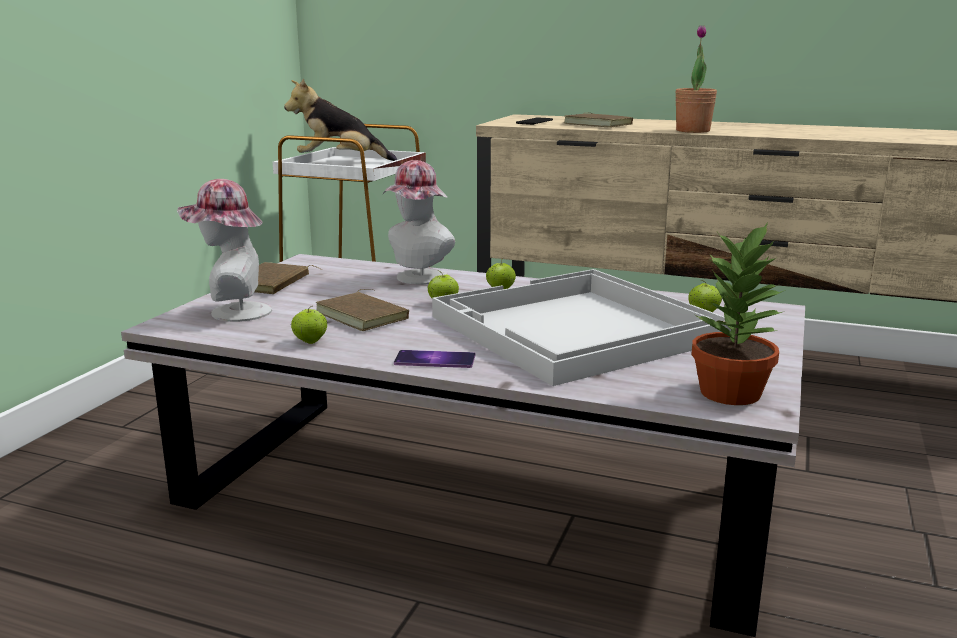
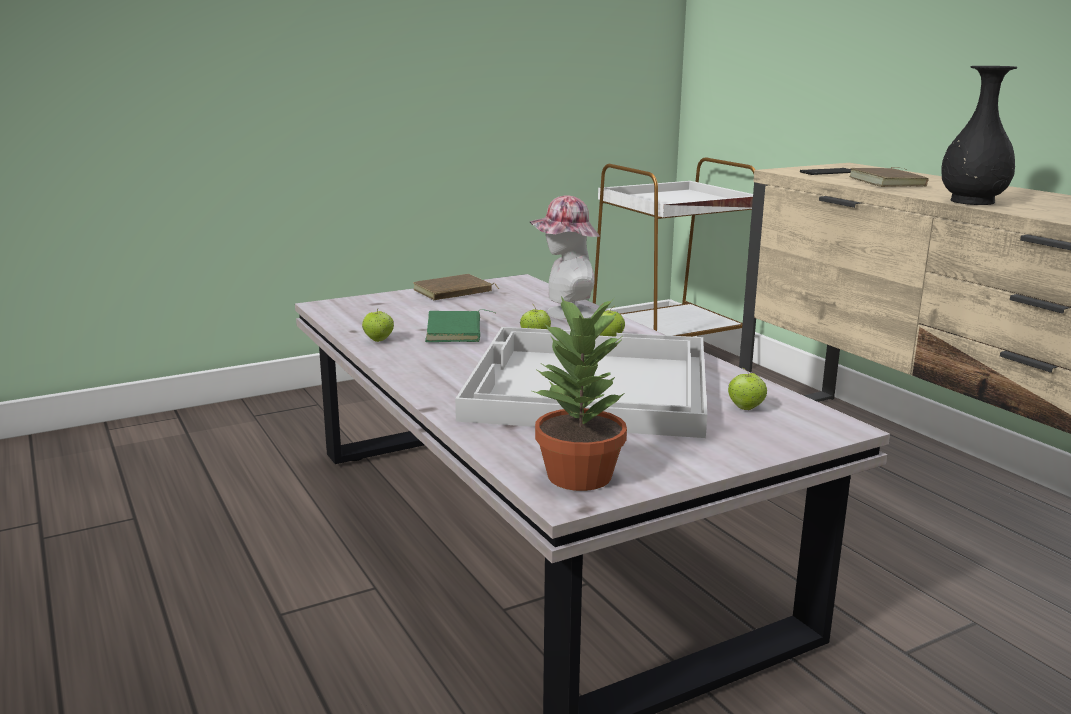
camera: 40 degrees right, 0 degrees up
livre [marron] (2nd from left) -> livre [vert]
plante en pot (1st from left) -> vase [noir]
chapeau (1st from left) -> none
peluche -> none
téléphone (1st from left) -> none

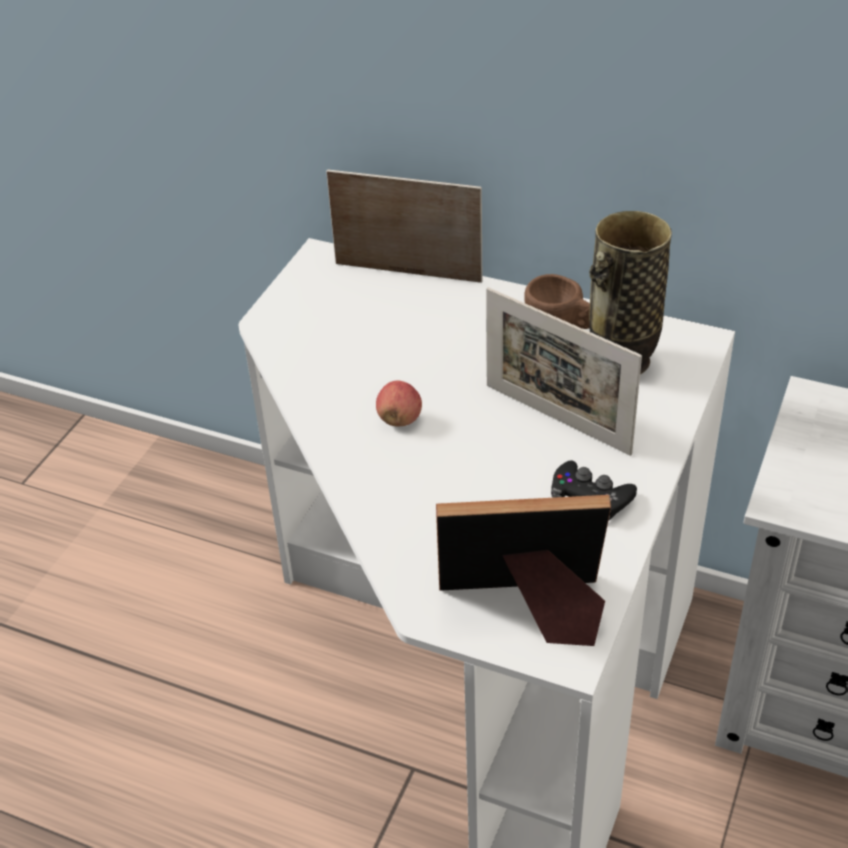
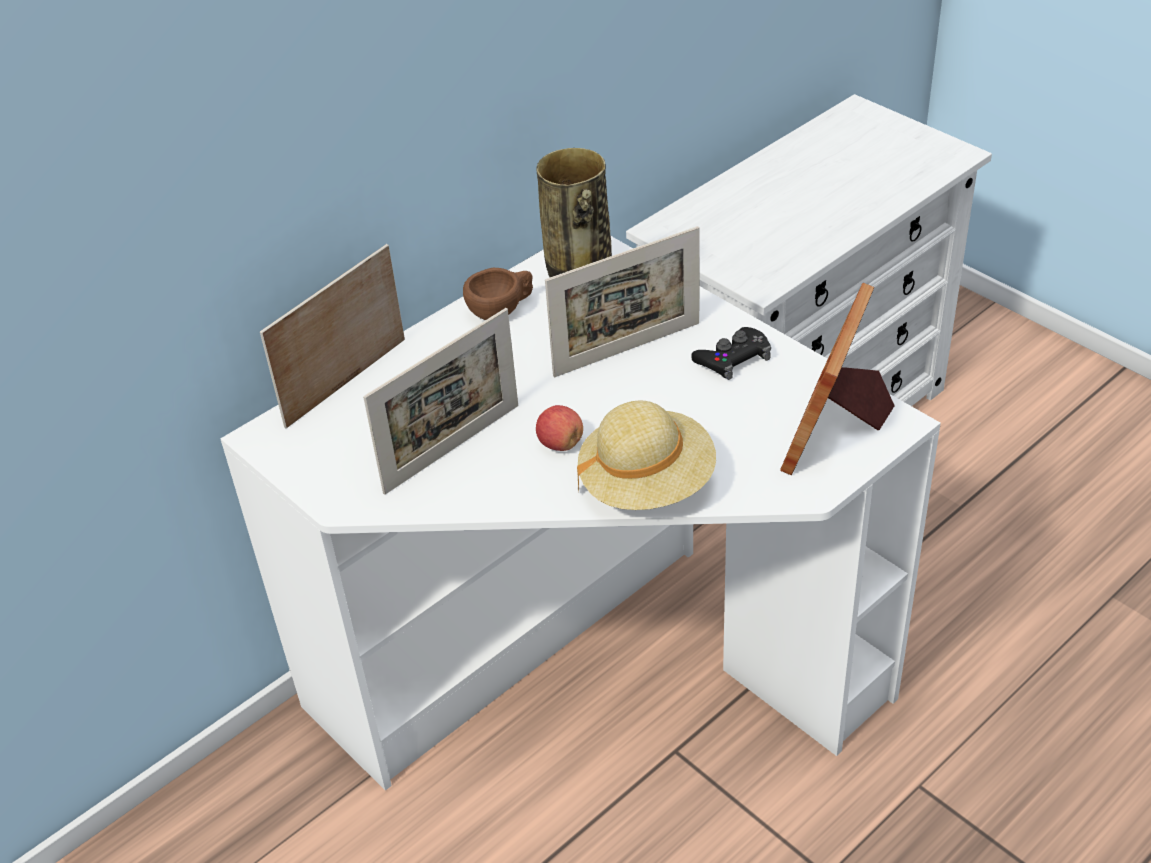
camera: 65 degrees left, 0 degrees up
none -> cadre photo (2nd from left)
none -> chapeau [beige]

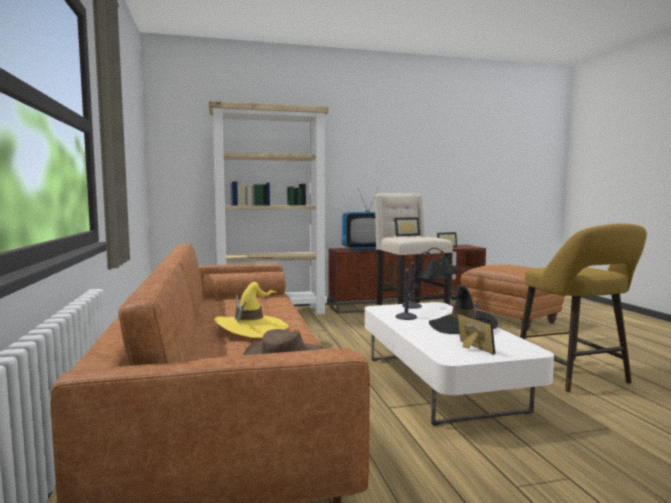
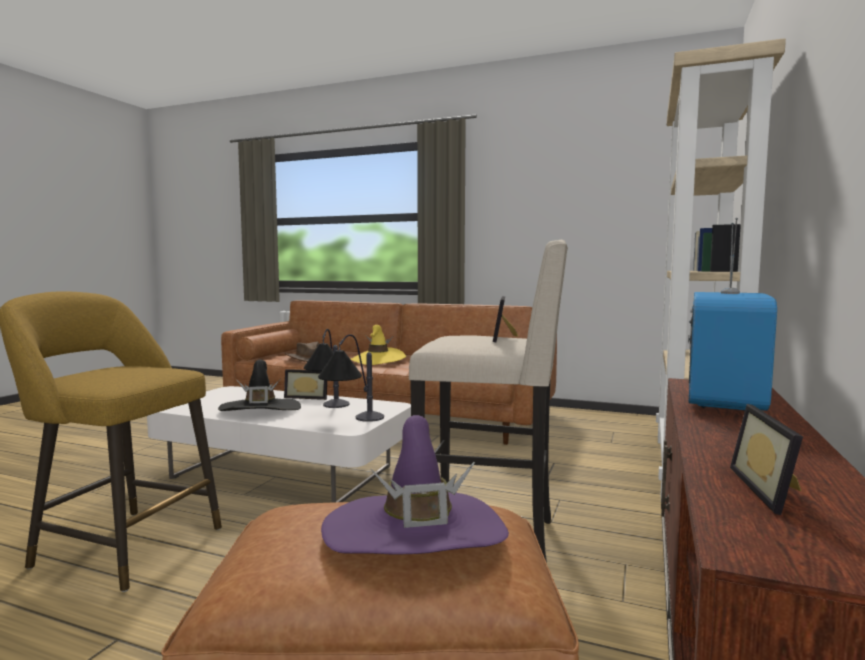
camera: 125 degrees right, 0 degrees up
cadre photo (3rd from left in the first image) -> cadre photo (1st from left), move
none -> chapeau [violet]

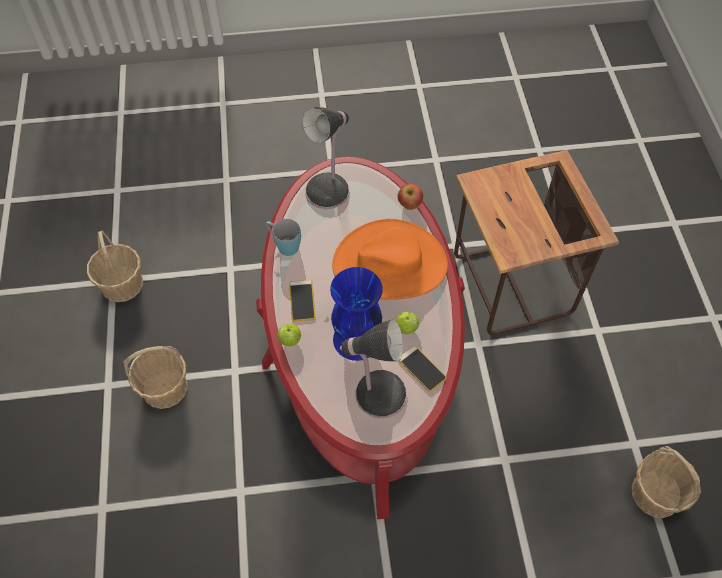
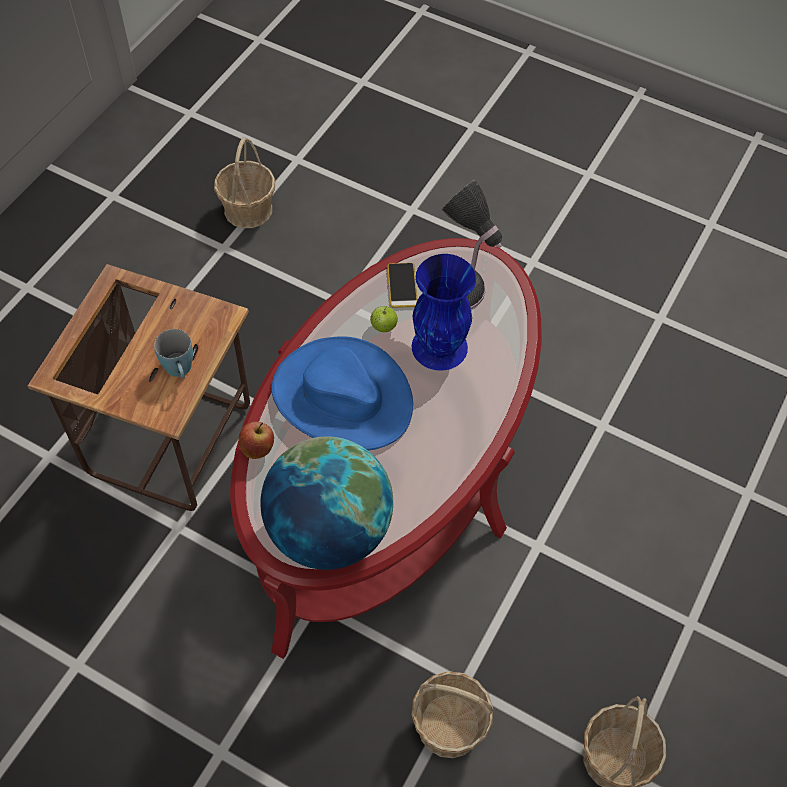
camera: 145 degrees left, 0 degrees up
mug [bleu], move
lampe de table (1st from left) -> globe
chapeau [orange] -> chapeau [bleu]
panier (2nd from left), move
pomme (1st from left) -> none
téléphone (1st from left) -> none

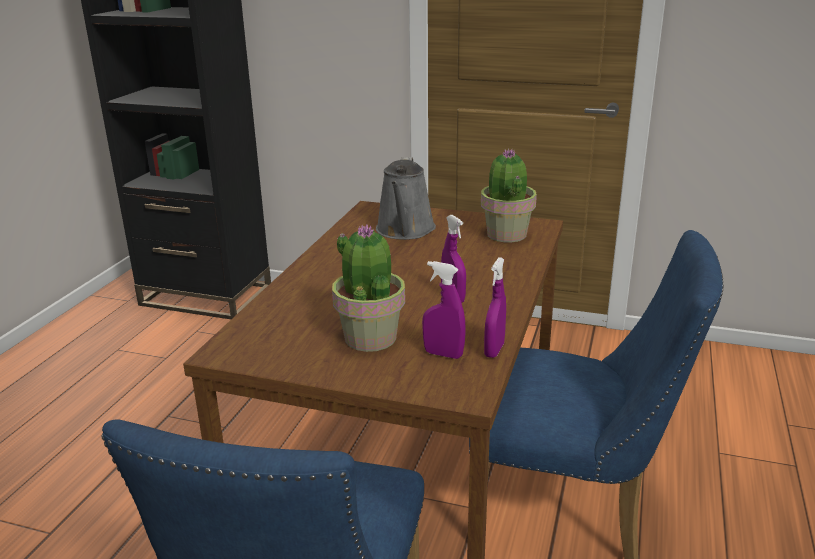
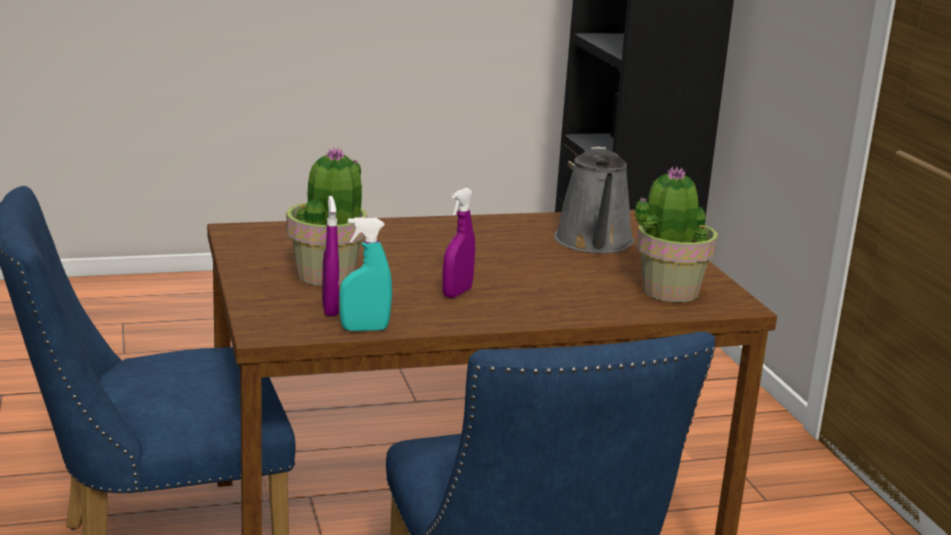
camera: 55 degrees right, 5 degrees down
vaporisateur [violet] (3rd from left) -> vaporisateur [turquoise]
arrosoir [gris], 60 degrees counterclockwise

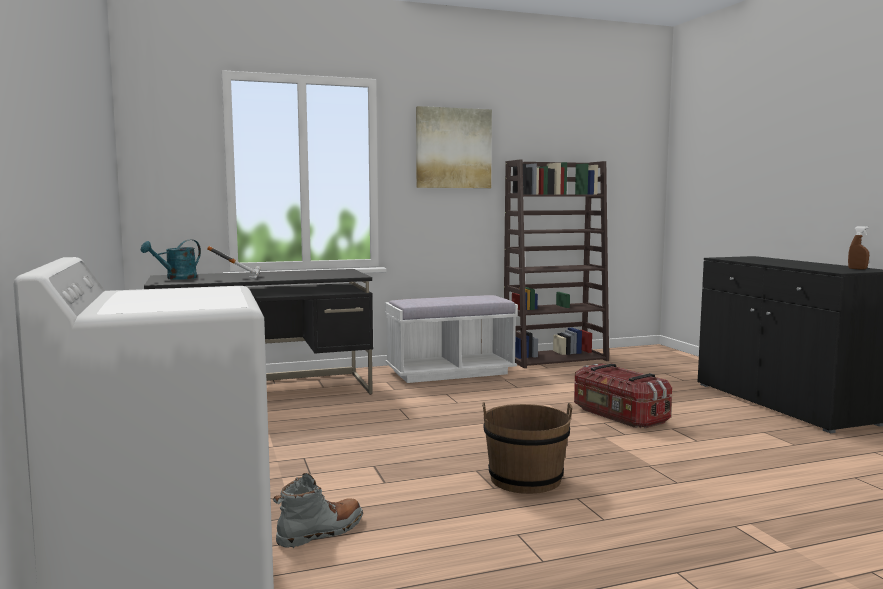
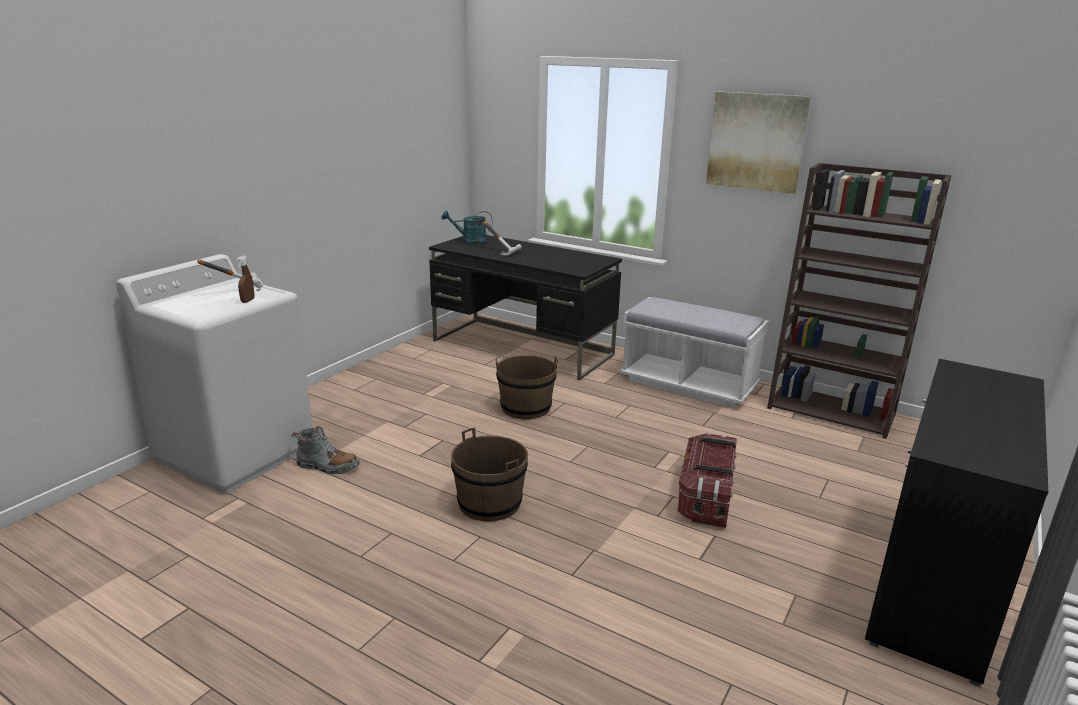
camera: 50 degrees right, 15 degrees up
none -> marteau (1st from left)
vaporisateur [marron], move
none -> seau [marron] (2nd from left)

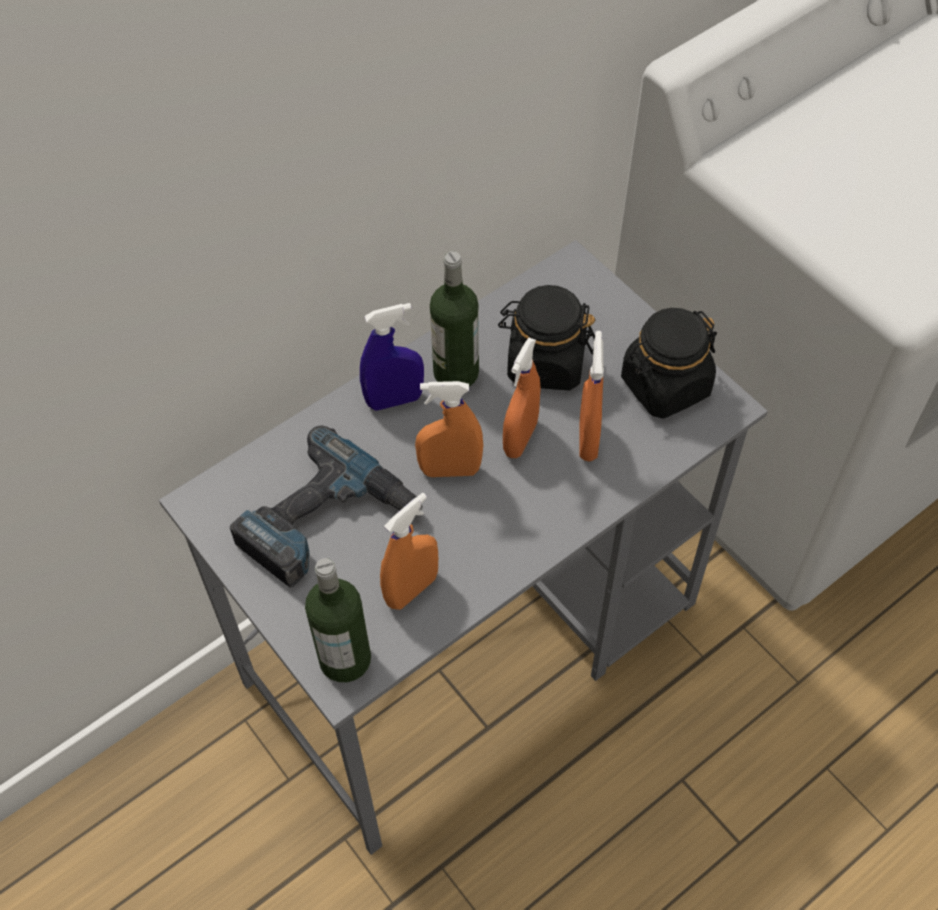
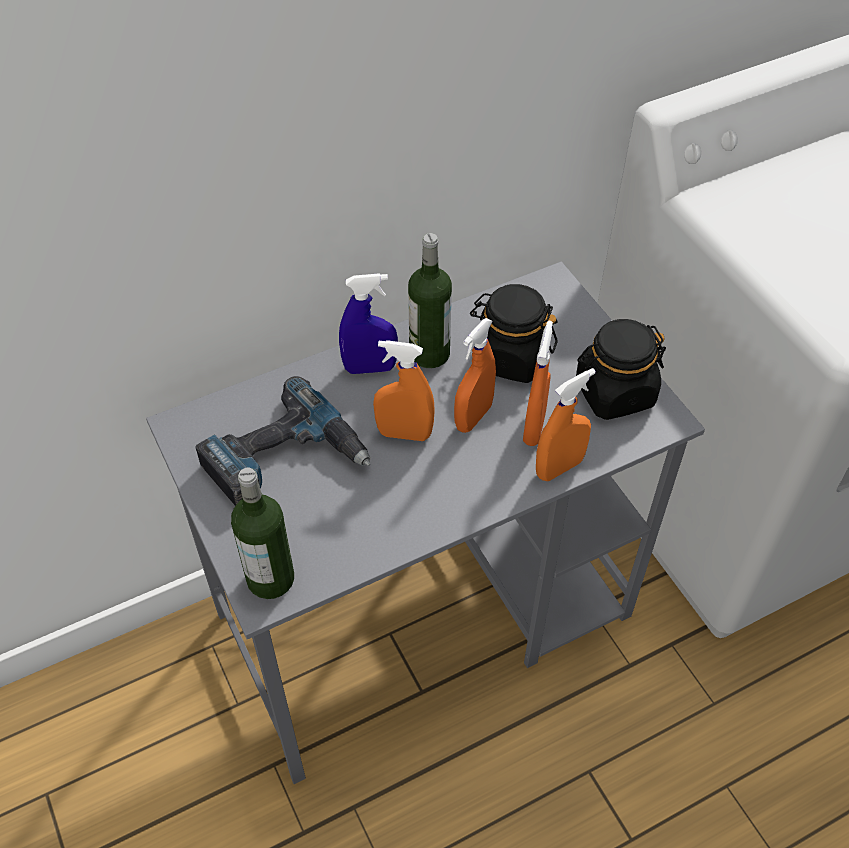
camera: 10 degrees right, 5 degrees down
vaporisateur [orange] (1st from left in the first image) -> vaporisateur [orange] (4th from left), move

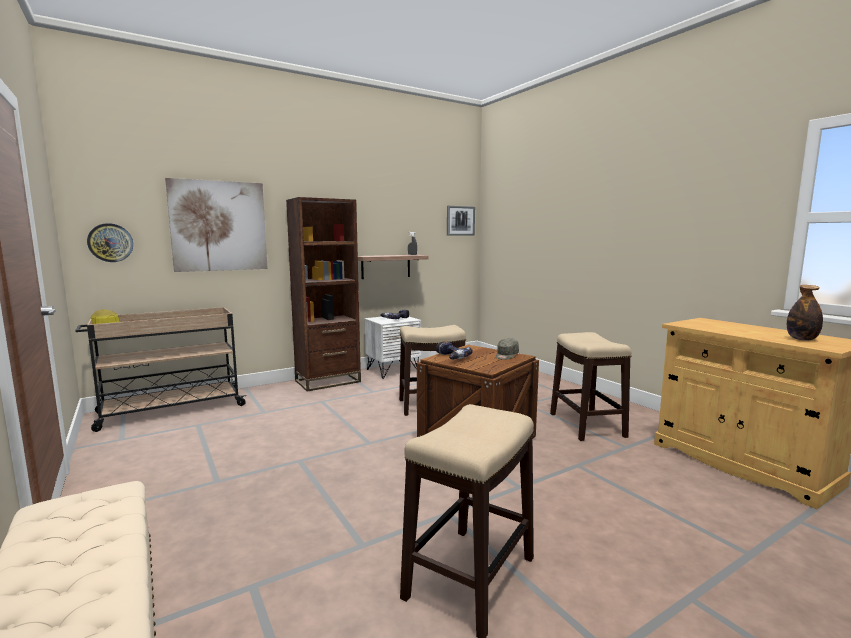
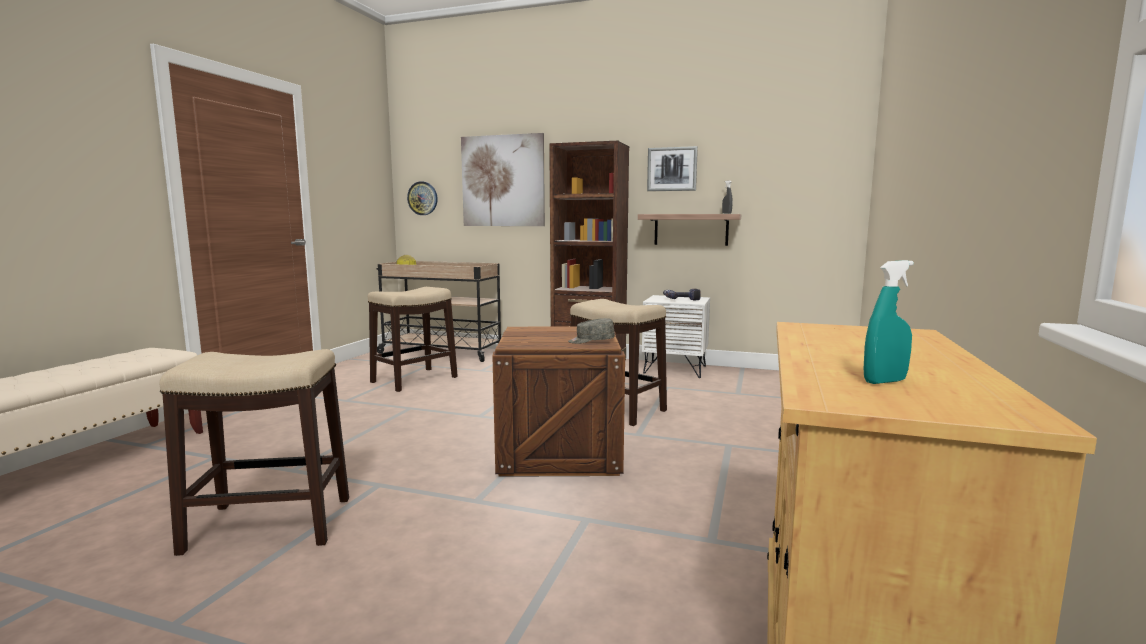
camera: 50 degrees right, 0 degrees up
tabouret (3rd from left in the first image) -> tabouret (2nd from left), move
tableau (2nd from left), move
bouteille -> vaporisateur [turquoise]
perceuse (2nd from left) -> none

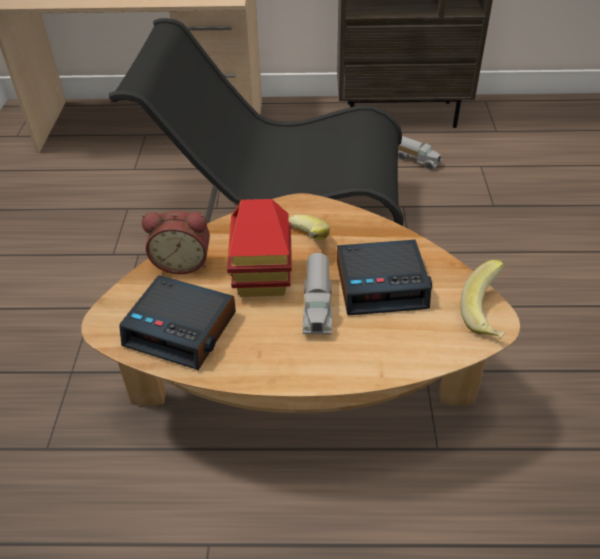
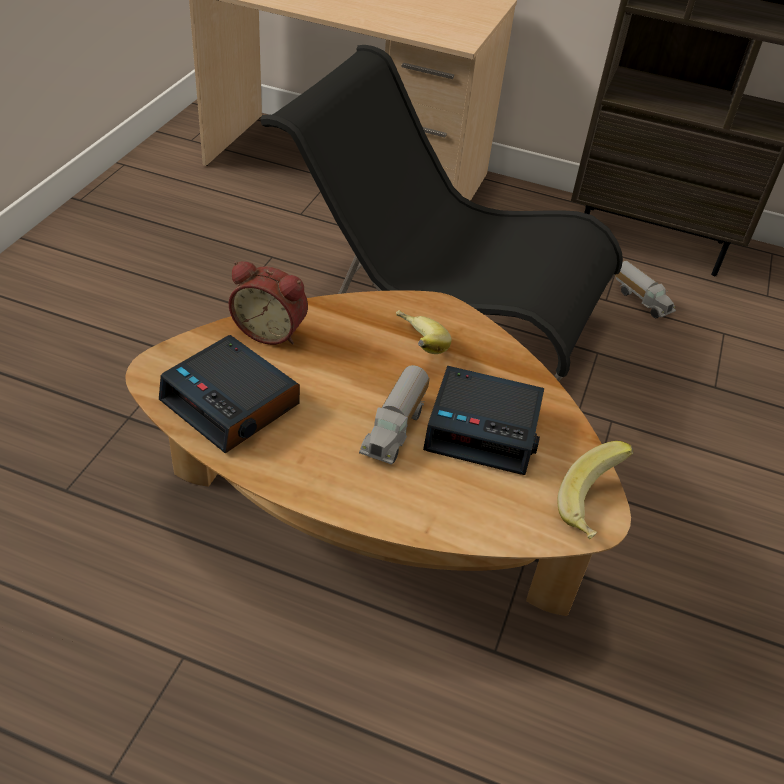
camera: 15 degrees right, 0 degrees up
maison miniature -> none

